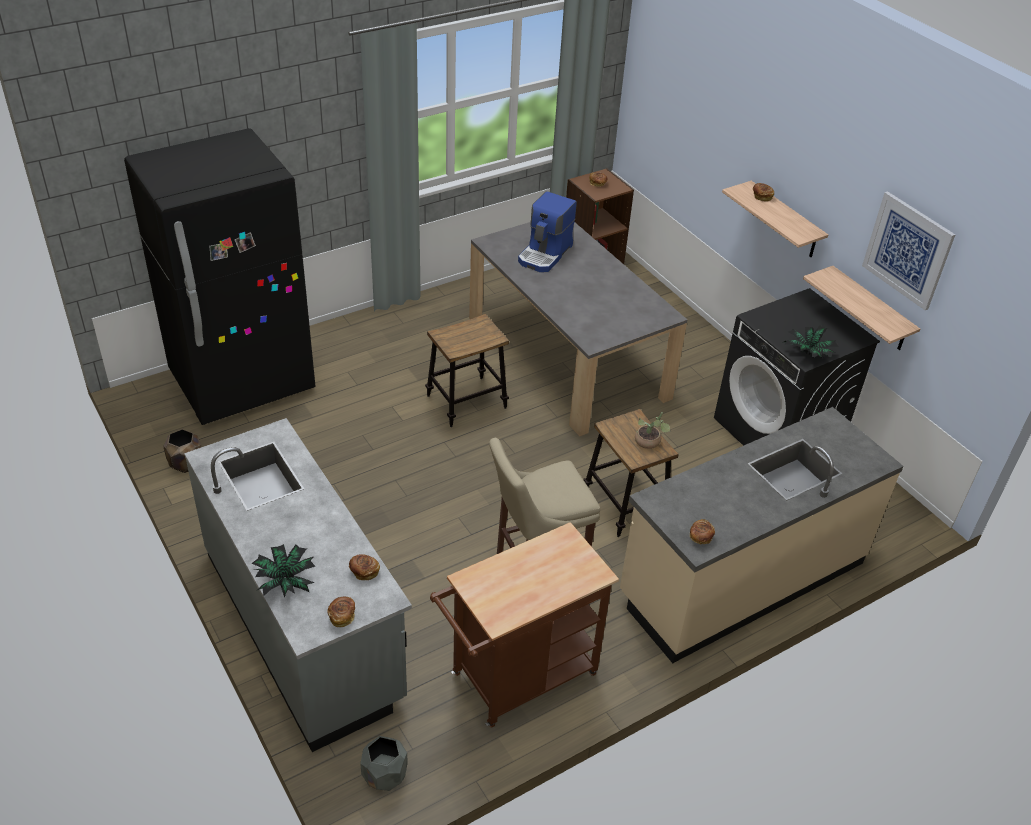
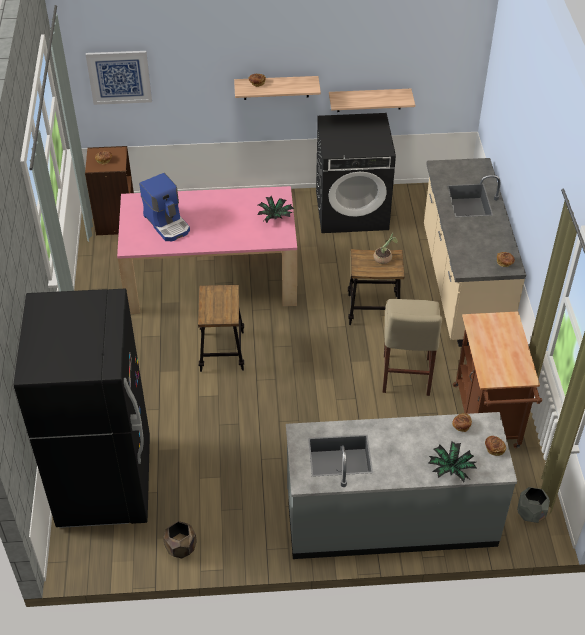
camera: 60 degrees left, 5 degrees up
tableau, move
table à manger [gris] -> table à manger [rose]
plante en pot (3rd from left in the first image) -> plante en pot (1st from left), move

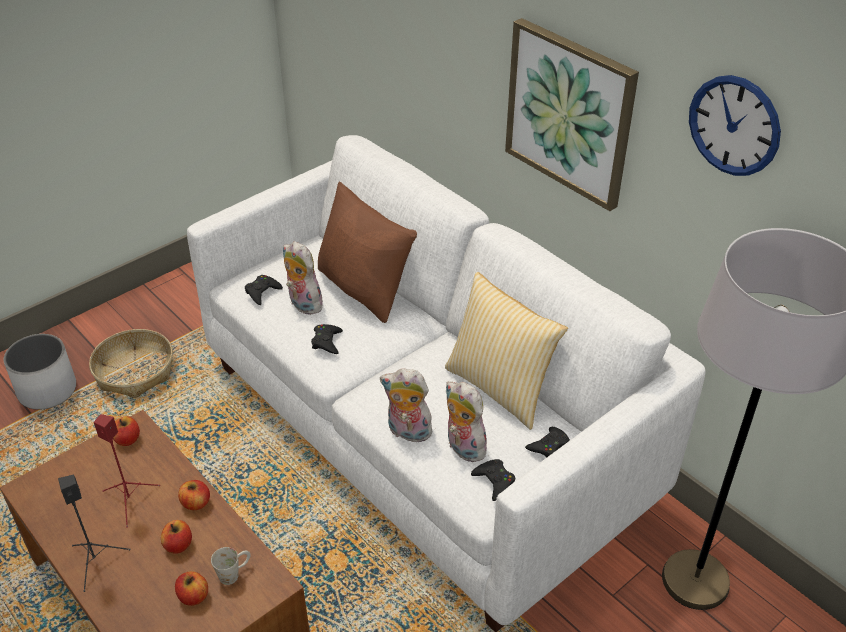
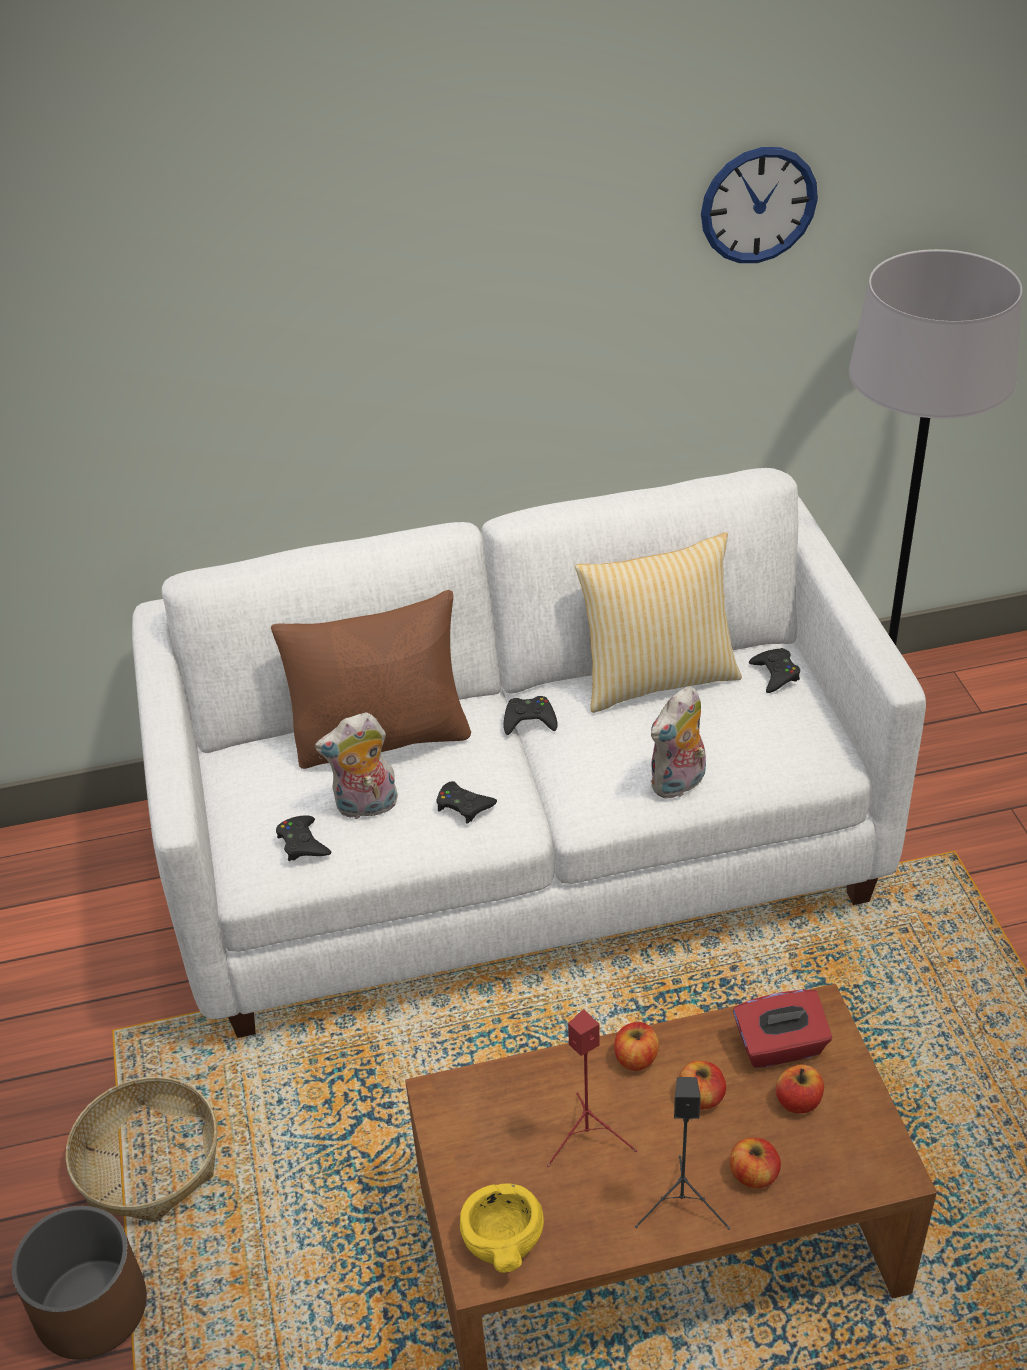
camera: 60 degrees left, 0 degrees up
cache-pot [blanc] -> cache-pot [marron]
none -> bol [jaune]
manette [noir] (3rd from left), move
pomme (1st from left in the first image) -> pomme (3rd from left), move
mug [blanc] -> boîte à mouchoirs [rouge]
peluche (3rd from left) -> none
tableau -> none

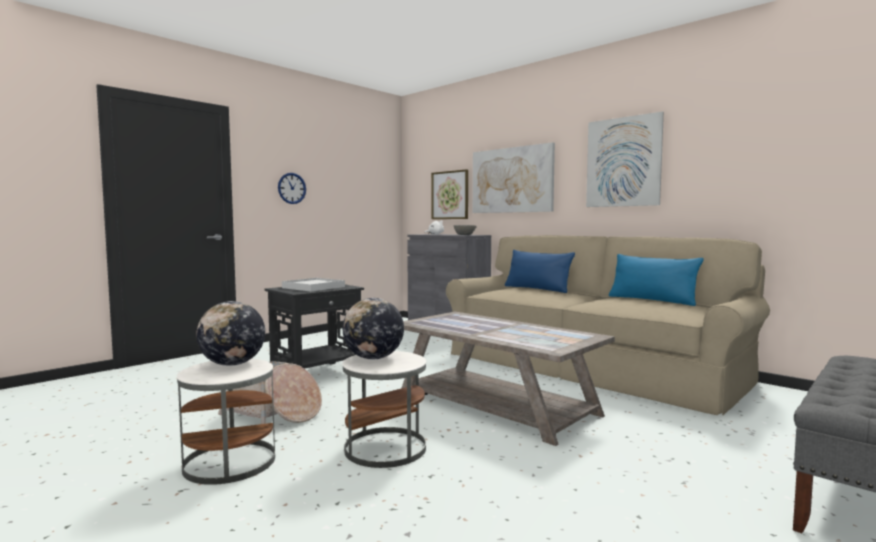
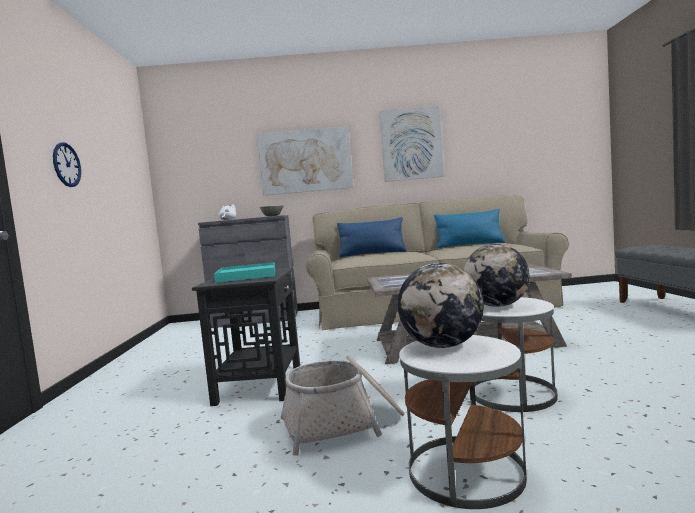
camera: 45 degrees left, 0 degrees up
plateau [blanc] -> plateau [turquoise]
tableau (1st from left) -> none

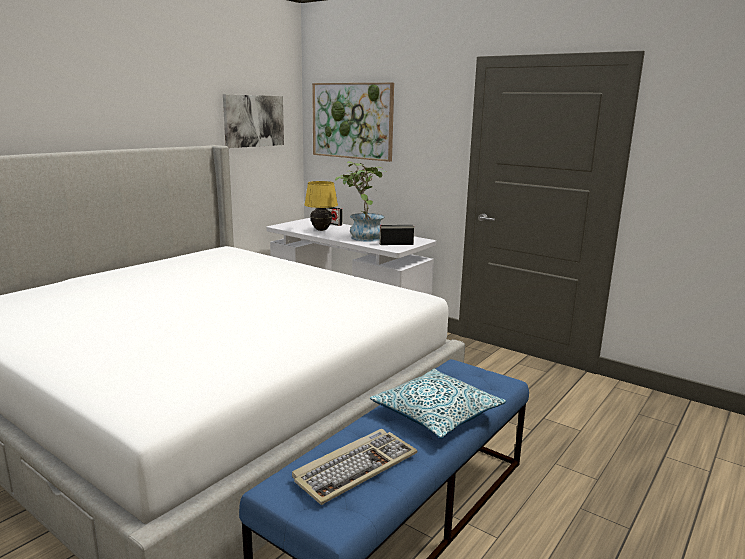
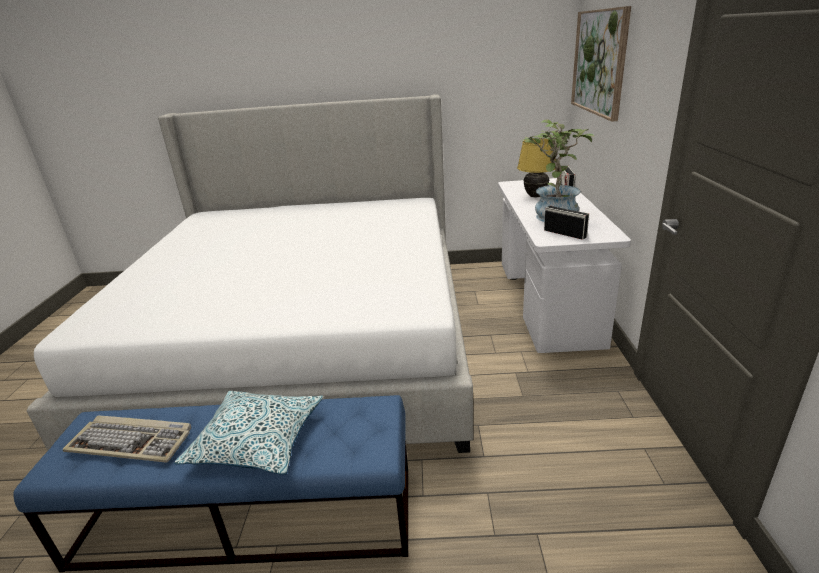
camera: 55 degrees right, 10 degrees up
tableau (1st from left) -> none

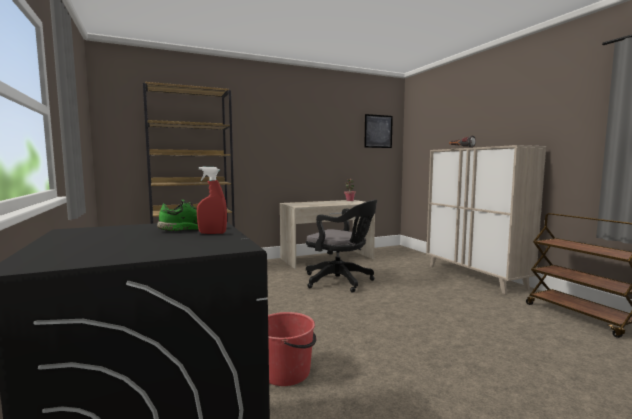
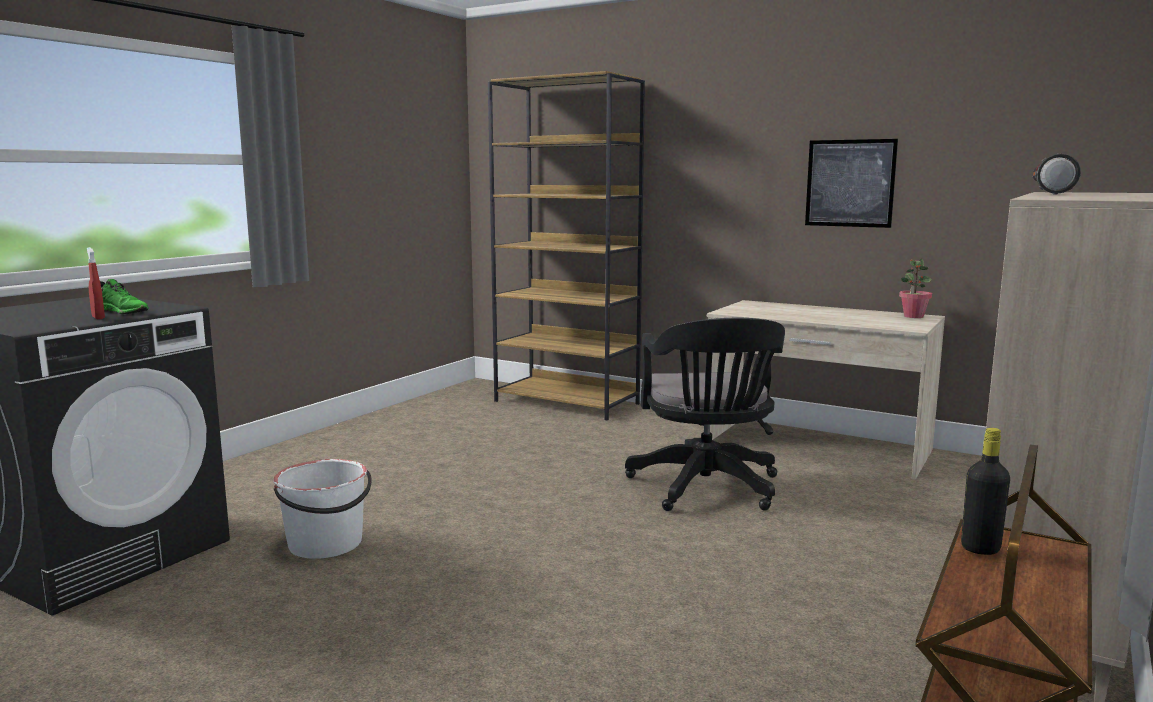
camera: 55 degrees right, 5 degrees up
seau [rouge] -> seau [blanc]
tableau, move
none -> bouteille [noir]

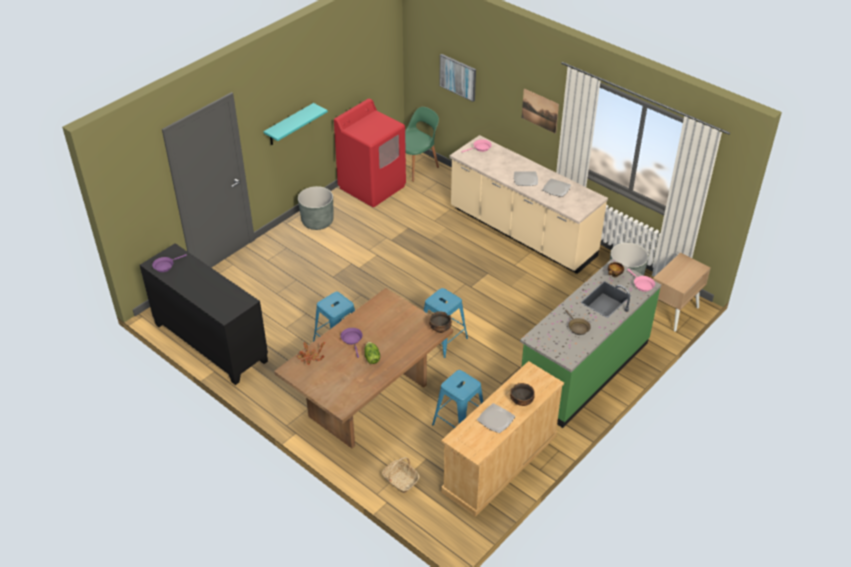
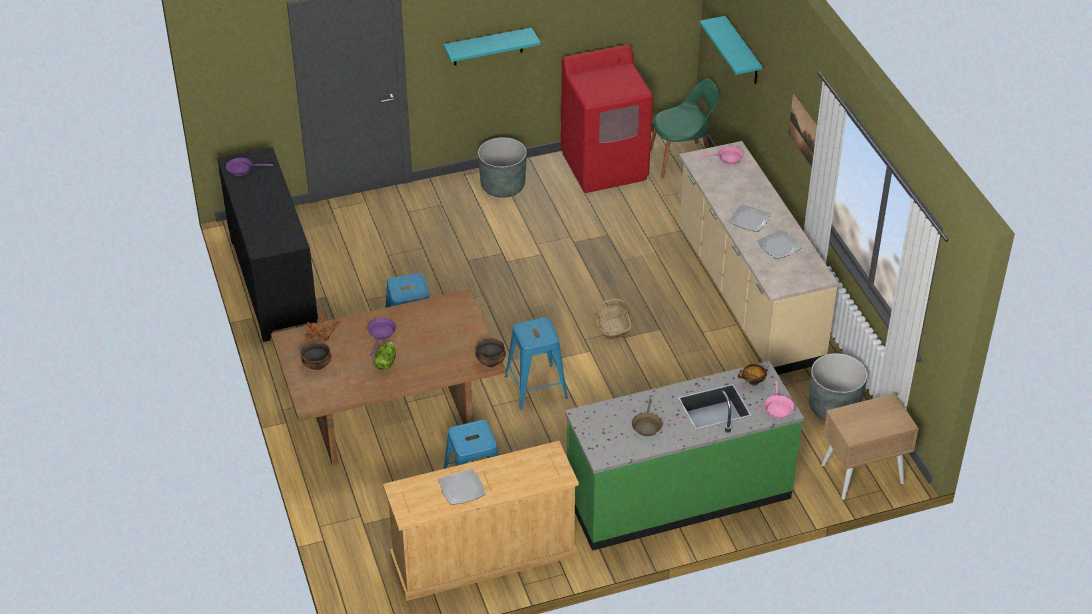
camera: 30 degrees right, 0 degrees up
bol (2nd from left in the first image) -> bol (1st from left), move
panier, move
tableau (1st from left) -> étagère [turquoise] (2nd from left)

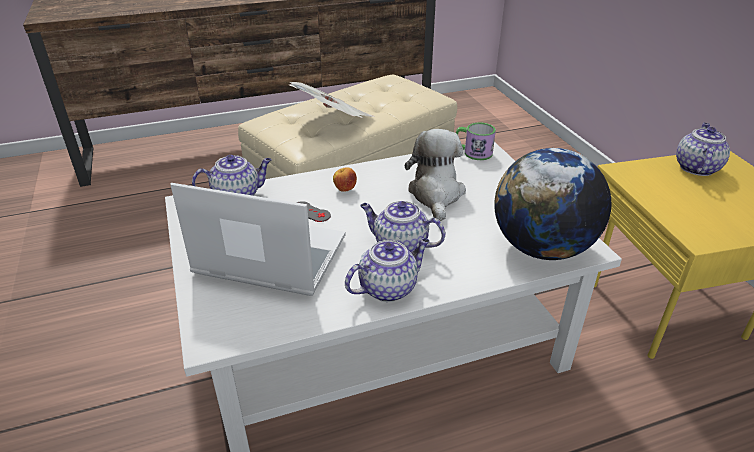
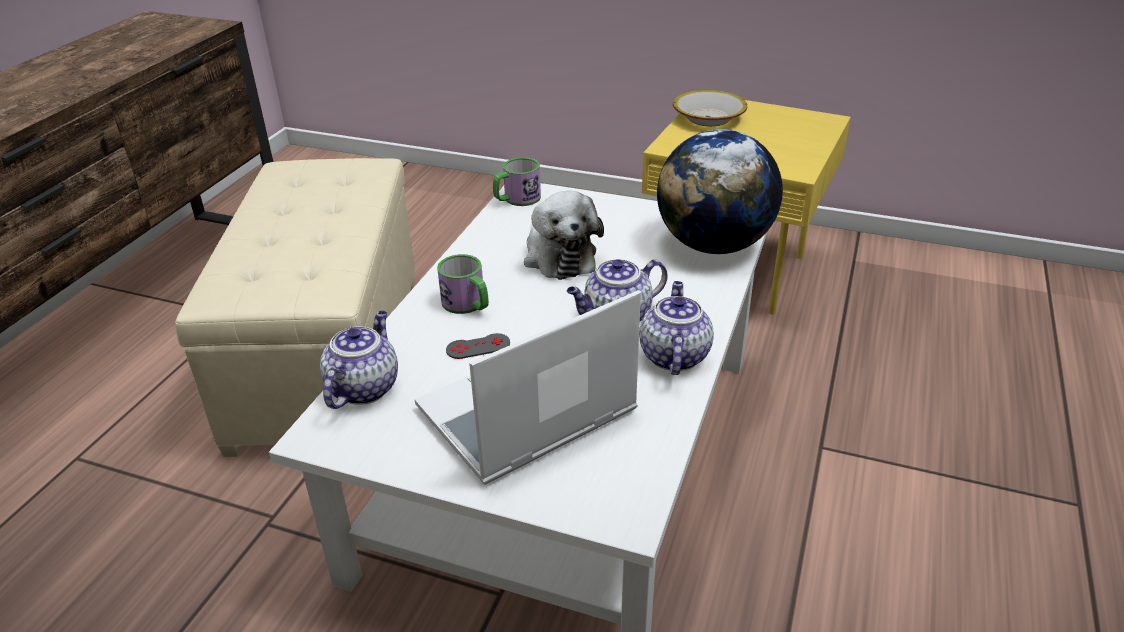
camera: 50 degrees left, 0 degrees up
pomme -> mug (1st from left)
peluche, 150 degrees counterclockwise
théière (4th from left) -> bol
journal -> none

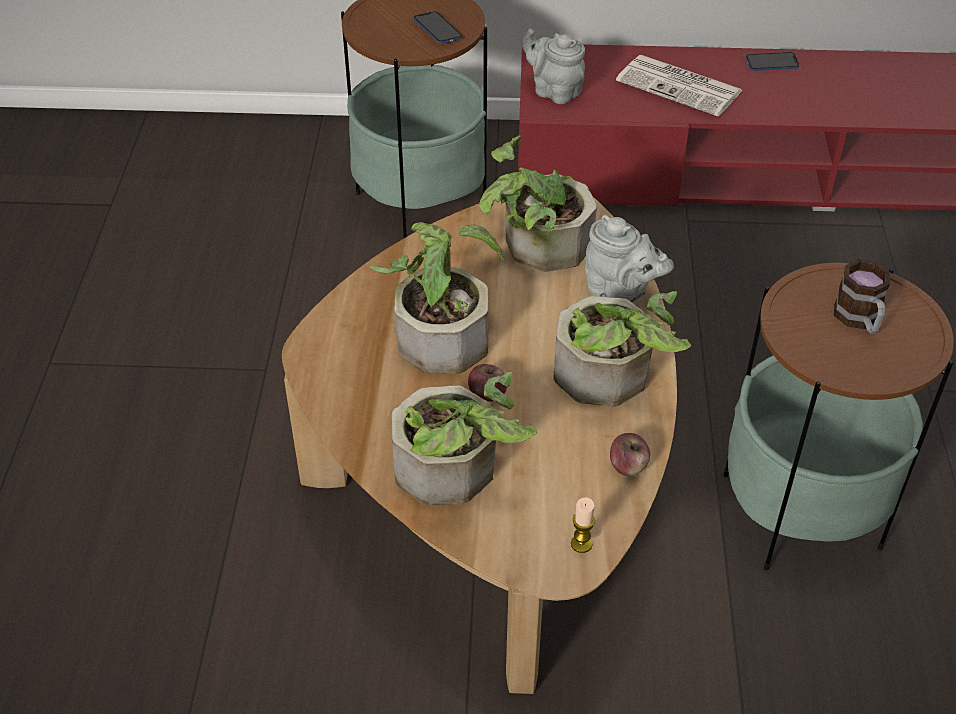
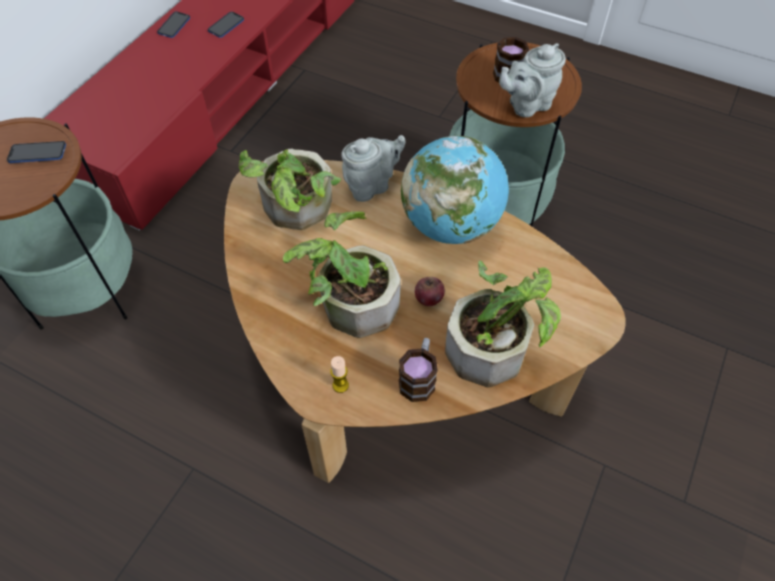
camera: 65 degrees left, 10 degrees up
none -> téléphone (3rd from left)
bougie, move
none -> mug (1st from left)
plante en pot (4th from left) -> globe
théière [gris] (1st from left in the first image) -> théière [gris] (2nd from left), move
pomme (2nd from left) -> none
journal -> none

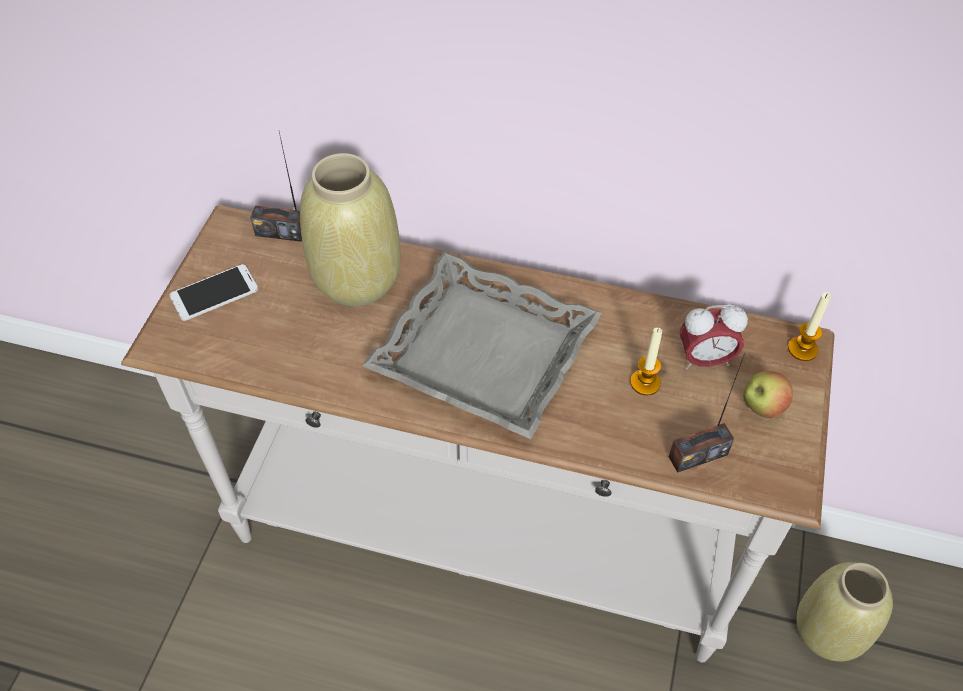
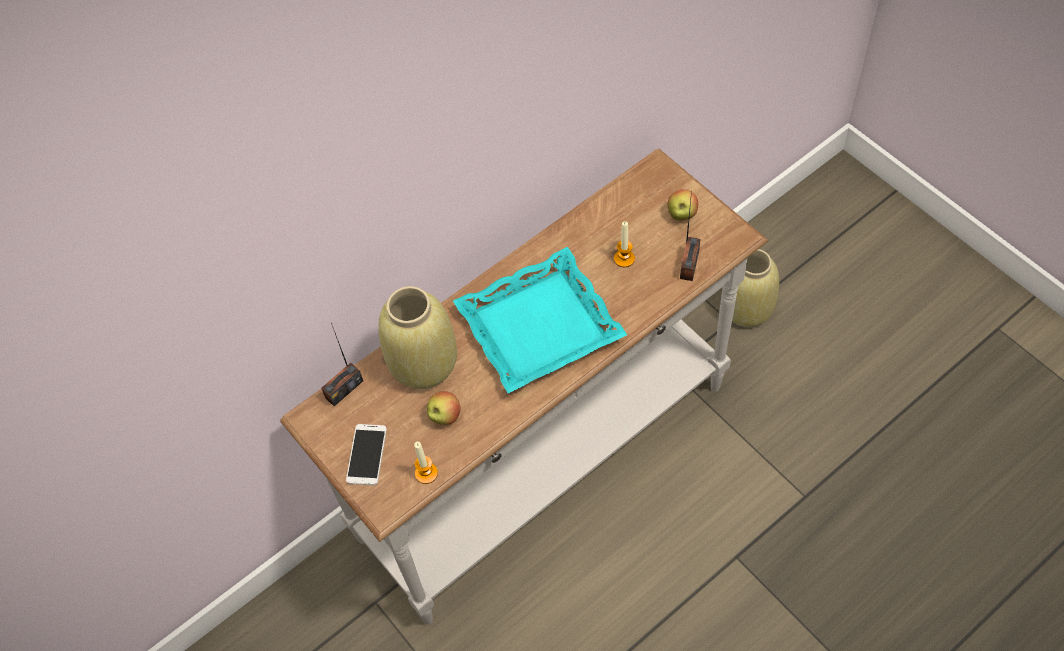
camera: 50 degrees left, 5 degrees up
bougie (2nd from left in the first image) -> bougie (1st from left), move
none -> pomme (1st from left)
plateau [gris] -> plateau [turquoise]
réveil -> none

